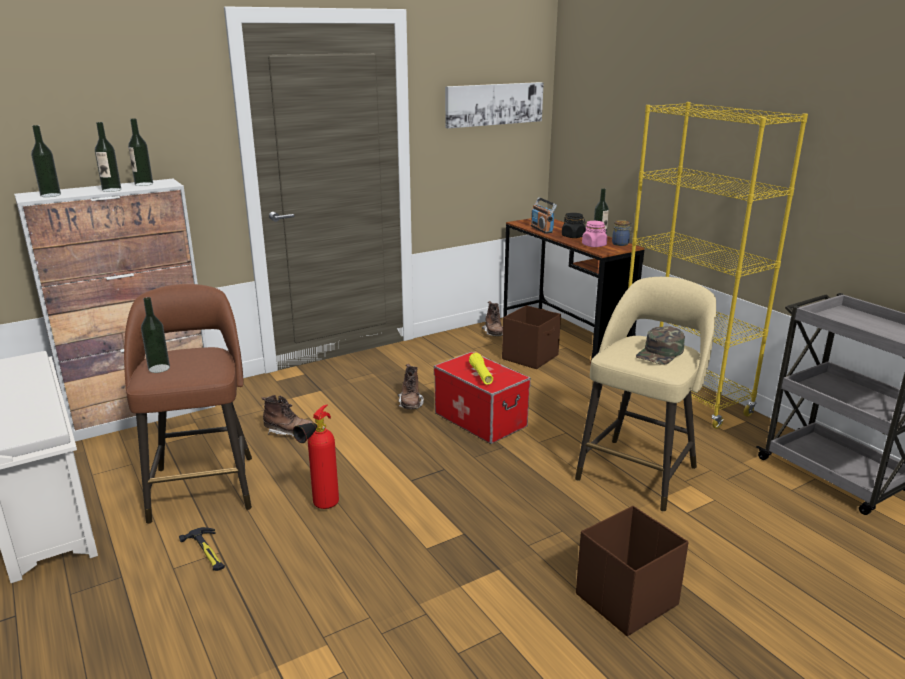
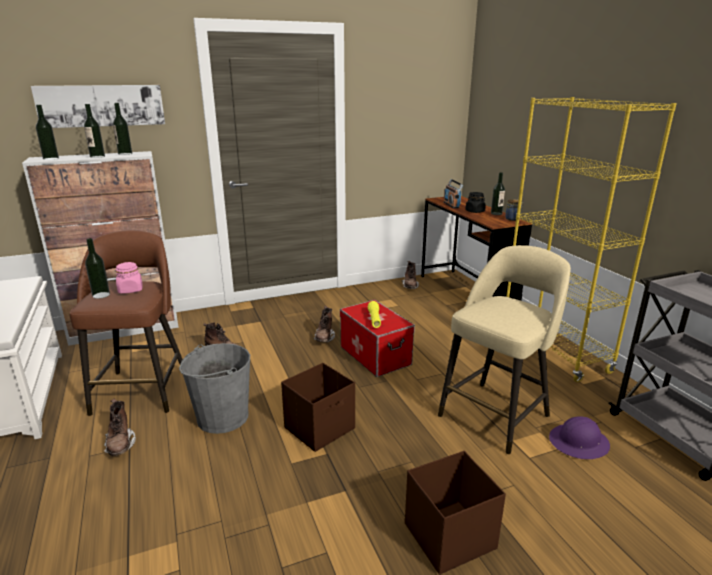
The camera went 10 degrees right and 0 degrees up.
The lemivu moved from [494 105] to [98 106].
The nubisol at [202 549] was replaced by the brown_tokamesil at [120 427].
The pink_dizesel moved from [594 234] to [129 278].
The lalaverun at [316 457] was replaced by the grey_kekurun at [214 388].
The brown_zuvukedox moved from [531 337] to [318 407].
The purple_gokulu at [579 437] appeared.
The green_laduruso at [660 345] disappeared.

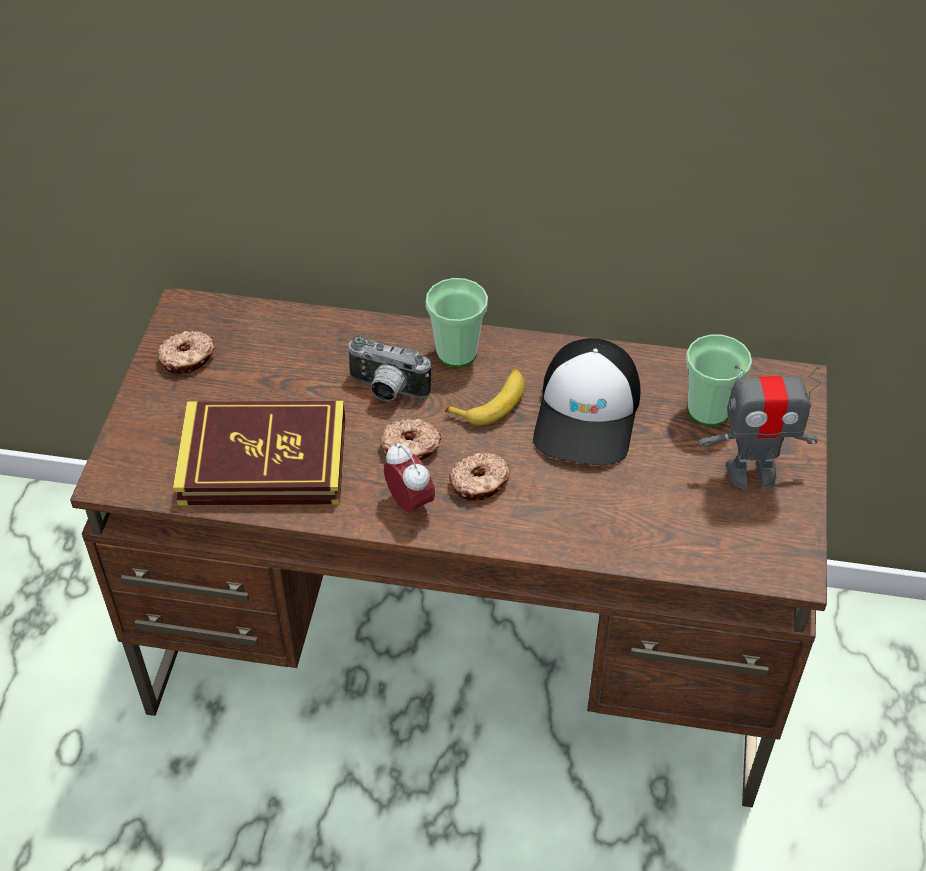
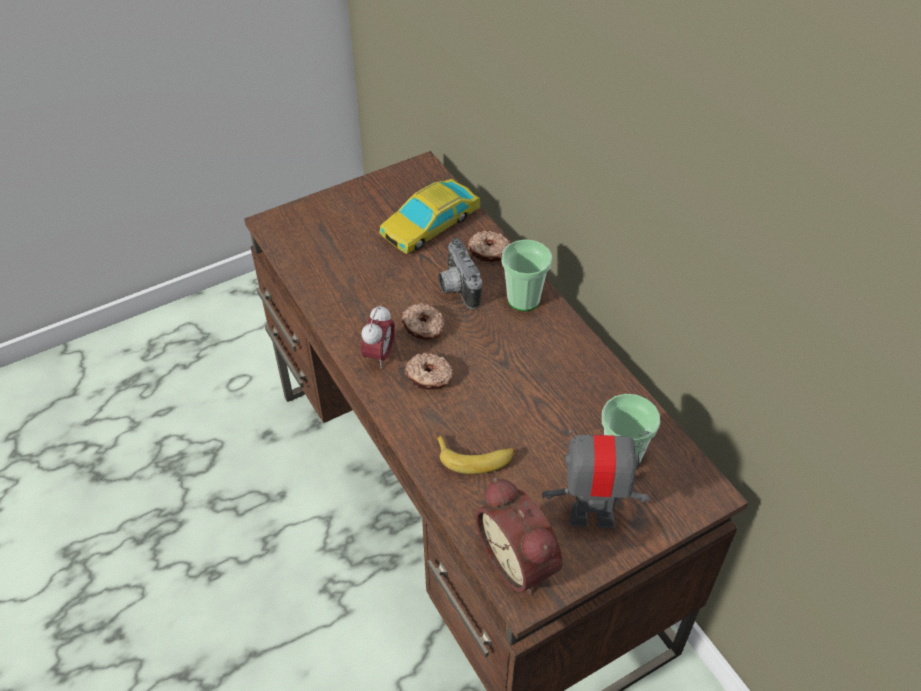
The camera went 50 degrees right and 0 degrees up.
The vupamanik at [430 216] appeared.
The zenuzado moved from [485 397] to [476 454].
The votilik moved from [186 352] to [489 246].
The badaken at [518 535] appeared.
The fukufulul at [760 427] turned 135 degrees clockwise.
The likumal at [259 453] disappeared.
The laduruso at [586 402] disappeared.

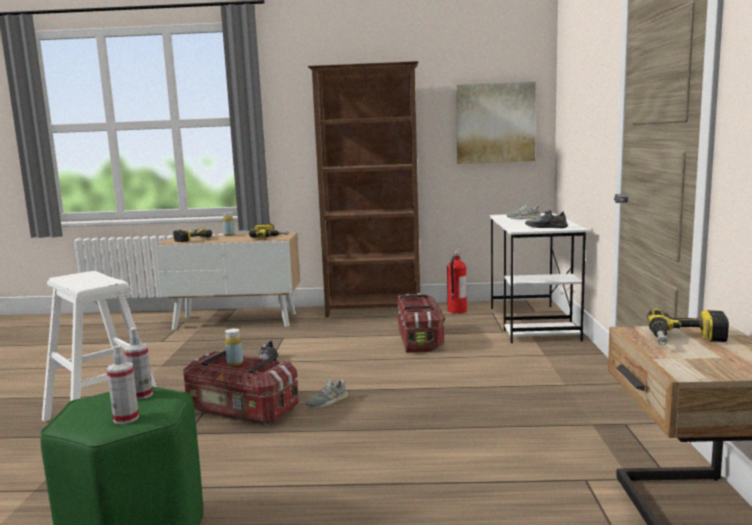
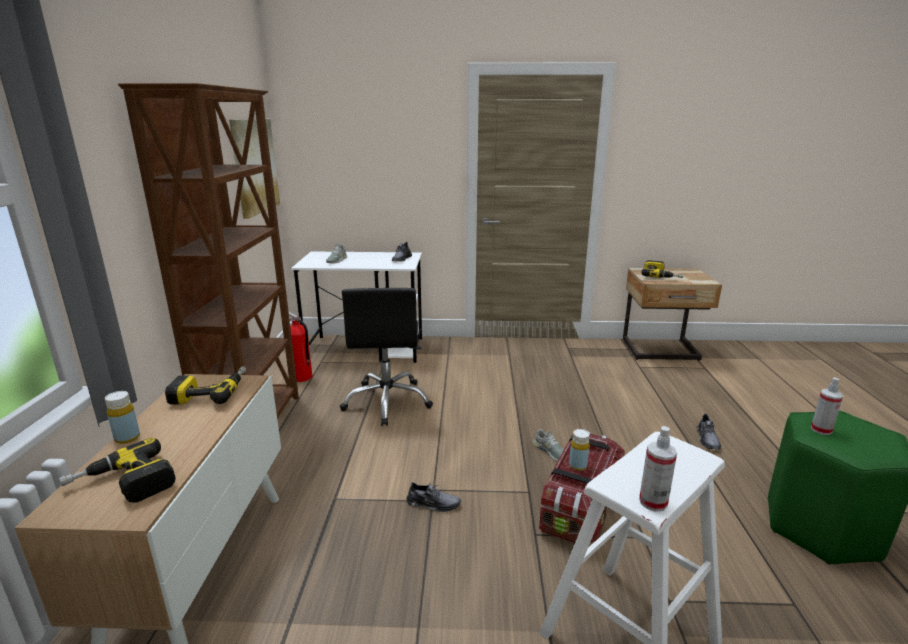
The camera went 90 degrees left and 10 degrees up.
The zuvukedox at [421 323] was replaced by the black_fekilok at [386 357].
The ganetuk moved from [123 384] to [658 469].
The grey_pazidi at [709 432] appeared.

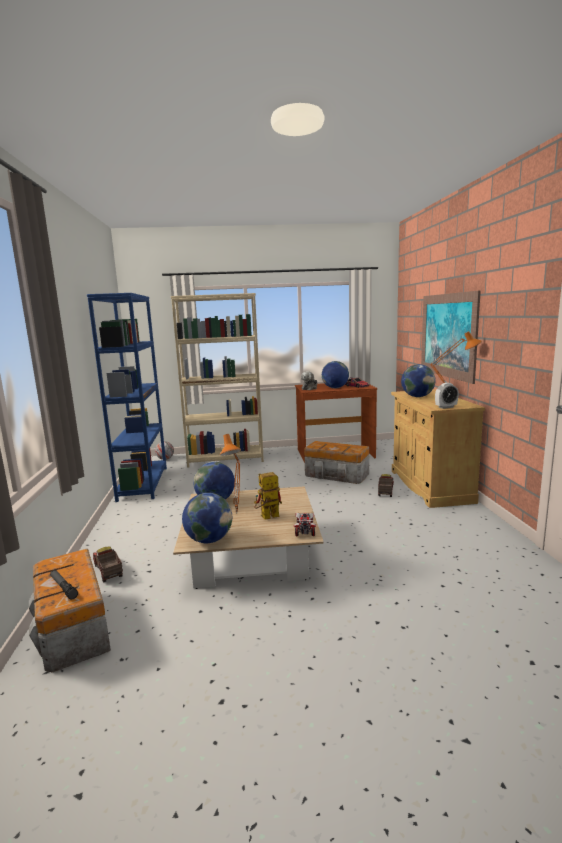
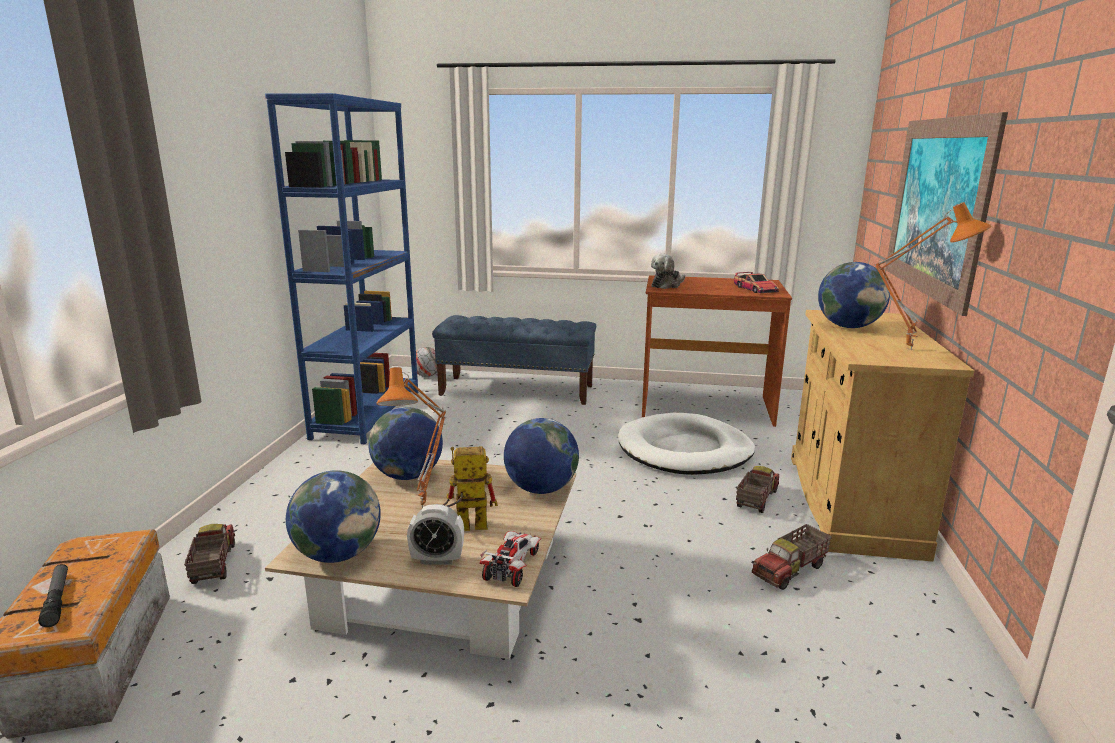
The camera went 15 degrees right and 5 degrees up.
The badaken moved from [447 396] to [435 534].
The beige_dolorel at [217 380] was replaced by the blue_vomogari at [514 360].
The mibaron moved from [335 374] to [541 456].
The zuvukedox at [336 462] was replaced by the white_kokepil at [686 444].
The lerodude at [792 557] appeared.

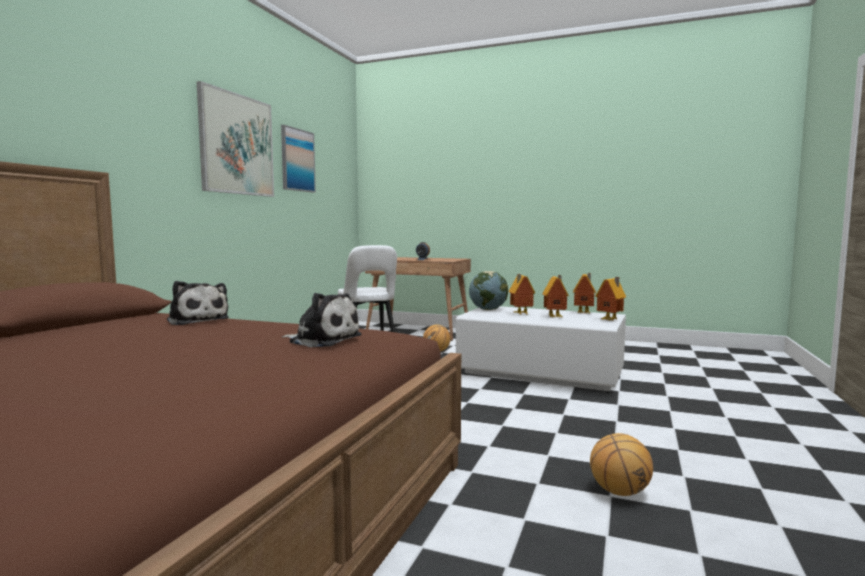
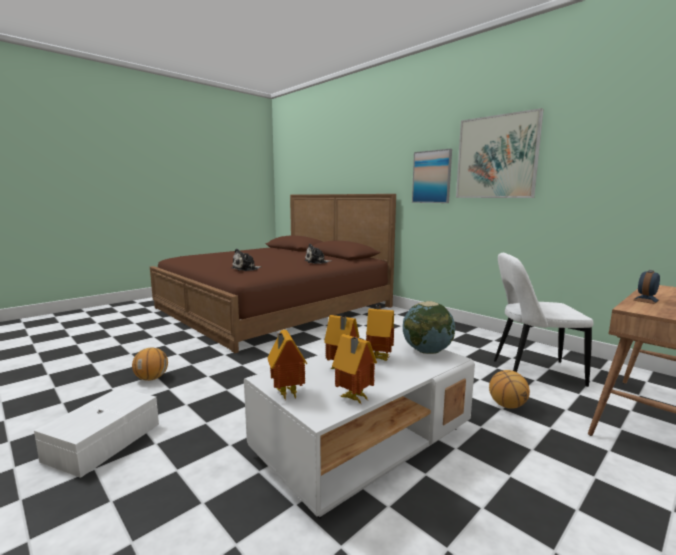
The camera went 115 degrees right and 5 degrees up.
The white_zuvukedox at [96 433] appeared.
The lemivu moved from [298 159] to [432 176].

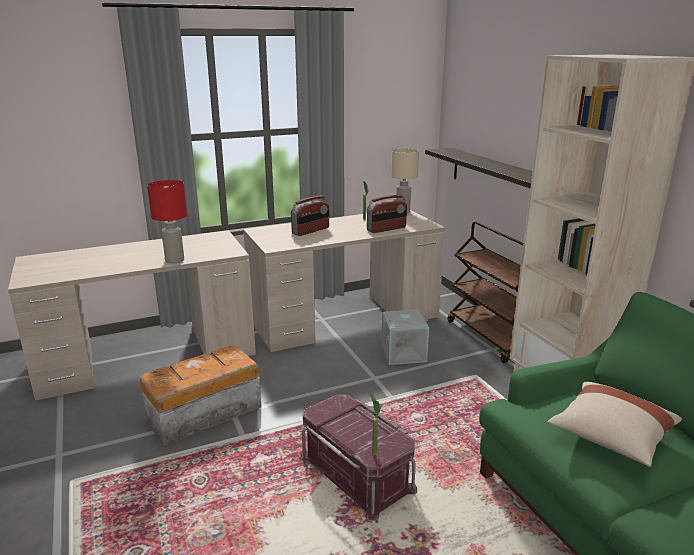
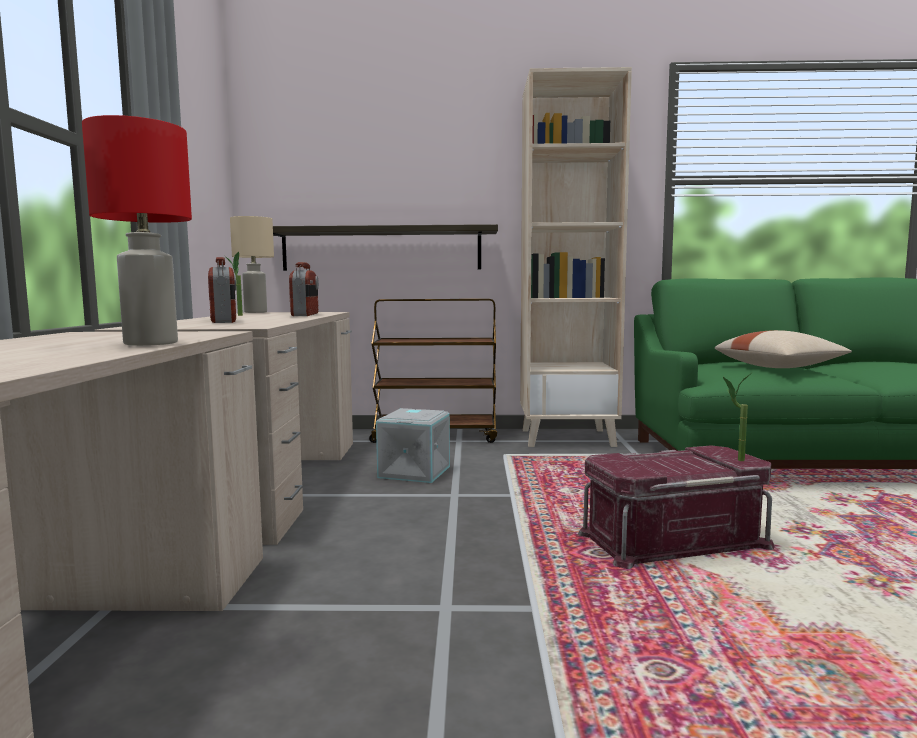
The camera went 65 degrees left and 15 degrees down.
The zuvukedox at [200 396] disappeared.

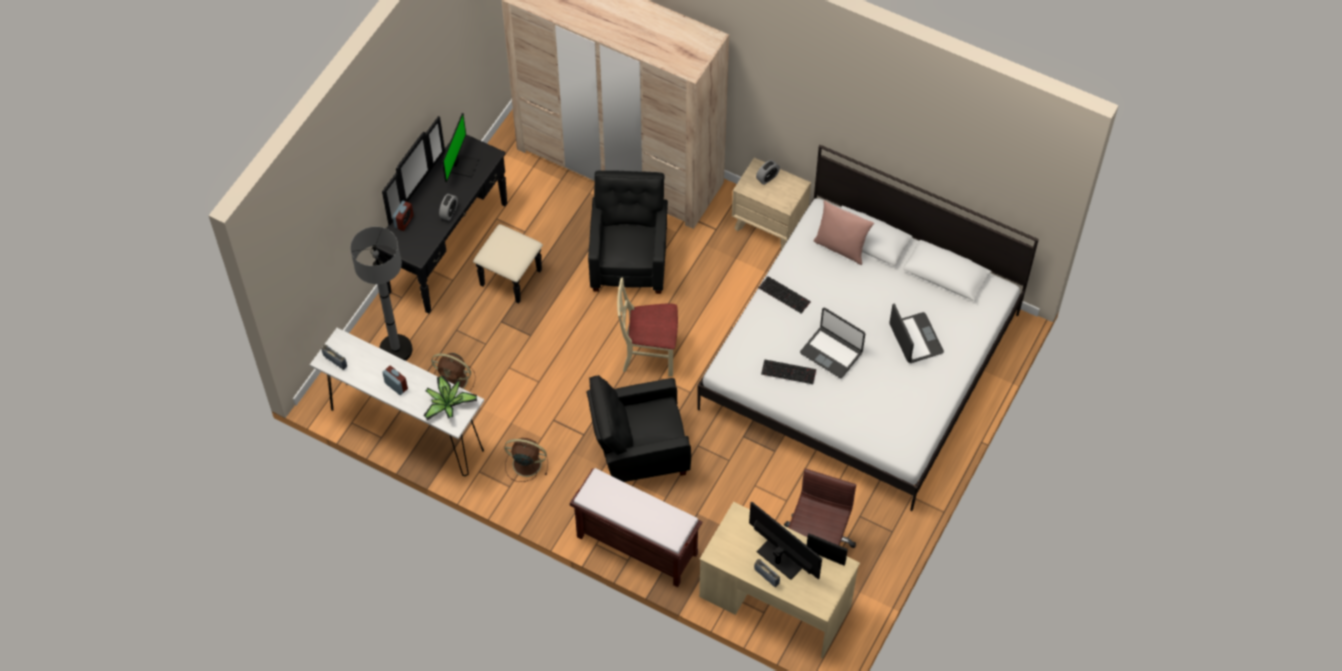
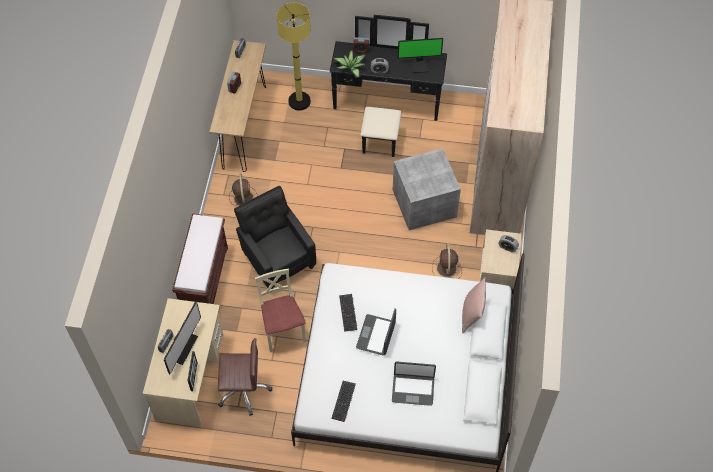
The camera went 70 degrees right and 0 degrees up.
The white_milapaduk at [397 402] became the brown_milapaduk at [237 106].
The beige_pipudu moved from [647 327] to [280 310].
The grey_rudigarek at [381 294] became the yellow_rudigarek at [294 57].
The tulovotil moved from [785 295] to [343 401].
The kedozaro moved from [450 398] to [349 64].
The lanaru at [916 333] turned 45 degrees clockwise.
The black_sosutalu at [628 232] was replaced by the grey_zuvukedox at [427 189].
The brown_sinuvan moved from [453 372] to [447 261].

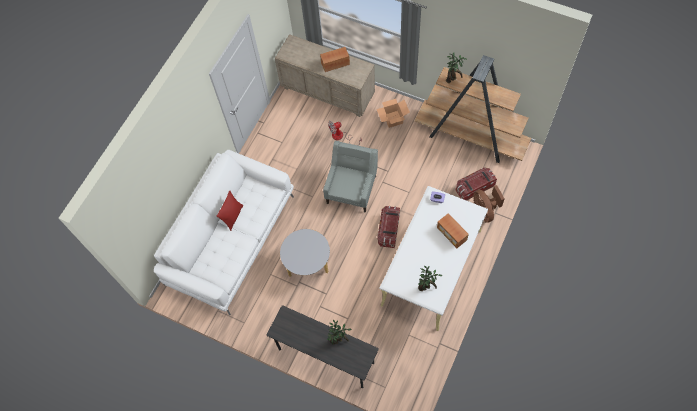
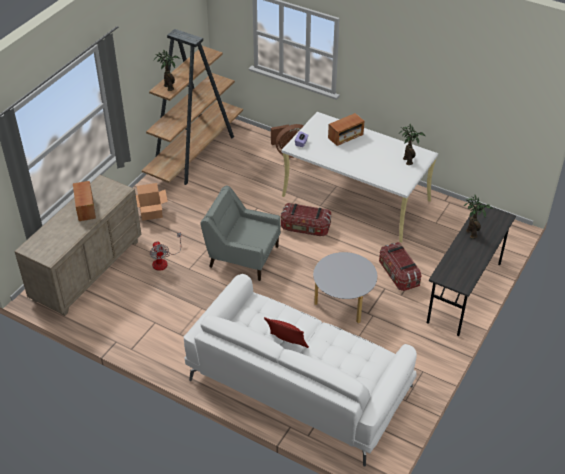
The camera went 90 degrees left and 20 degrees down.
The zuvukedox moved from [476 184] to [400 266].

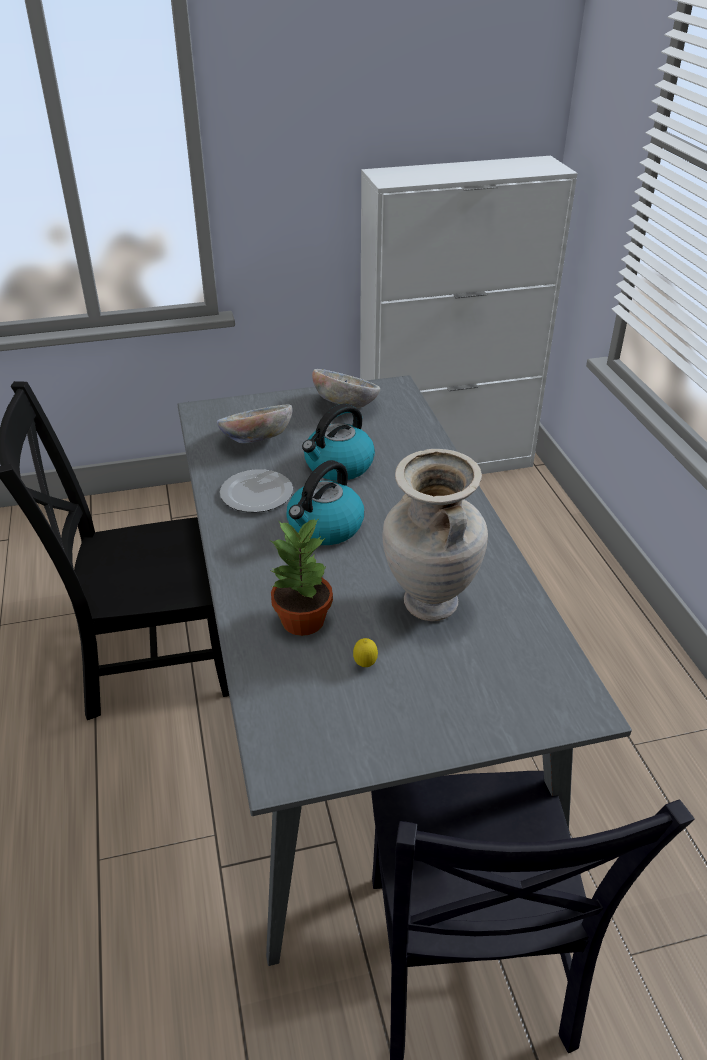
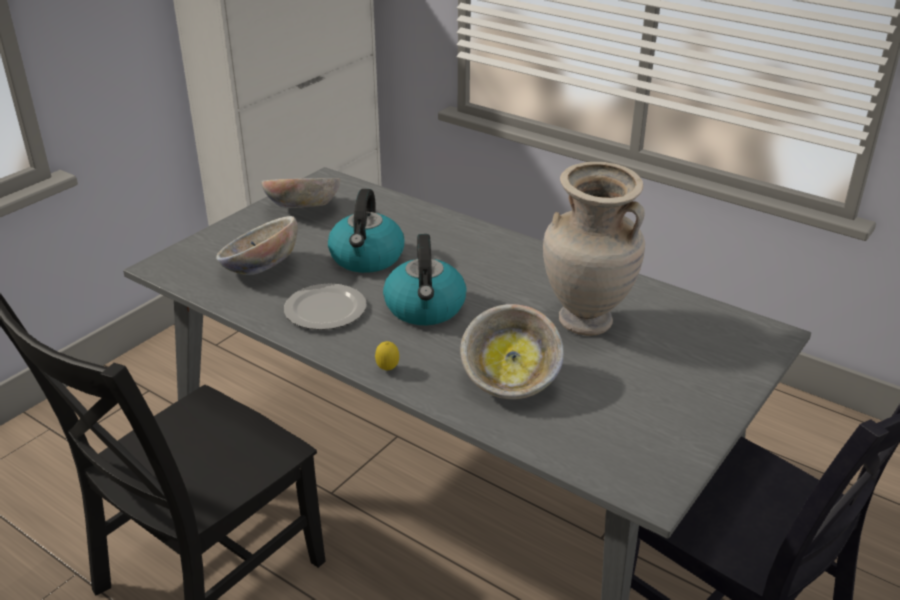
The camera went 40 degrees left and 5 degrees down.
The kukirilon moved from [365 652] to [387 356].
The kedozaro at [301 577] was replaced by the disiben at [512 351].

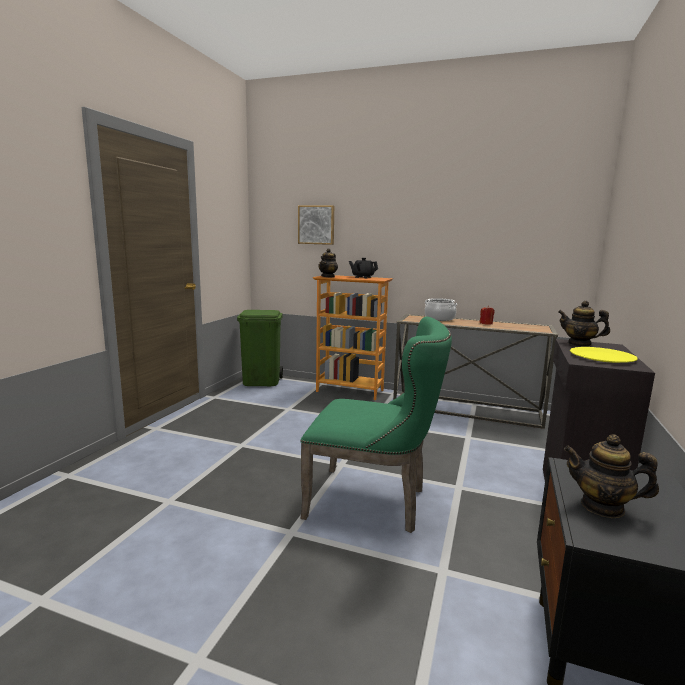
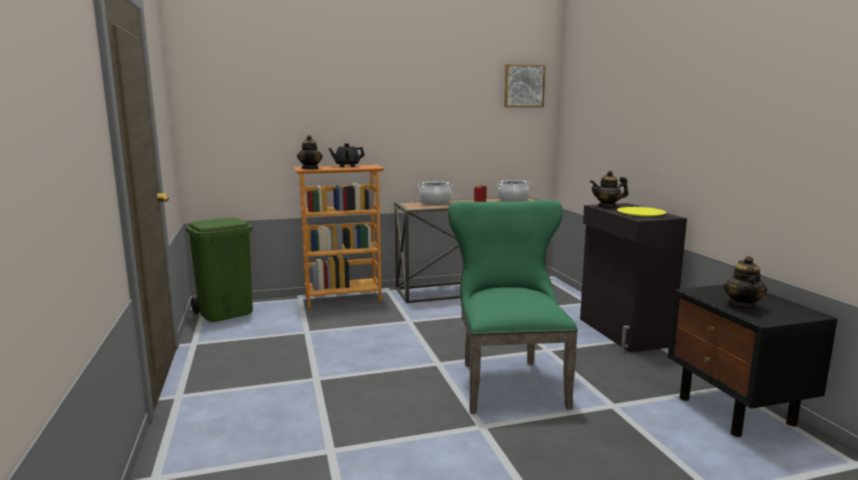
The camera went 35 degrees left and 0 degrees up.
The green_pipudu at [376 425] turned 75 degrees counterclockwise.
The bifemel at [514 191] appeared.
The lemivu moved from [316 225] to [525 85].
The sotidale at [611 476] turned 60 degrees counterclockwise.

